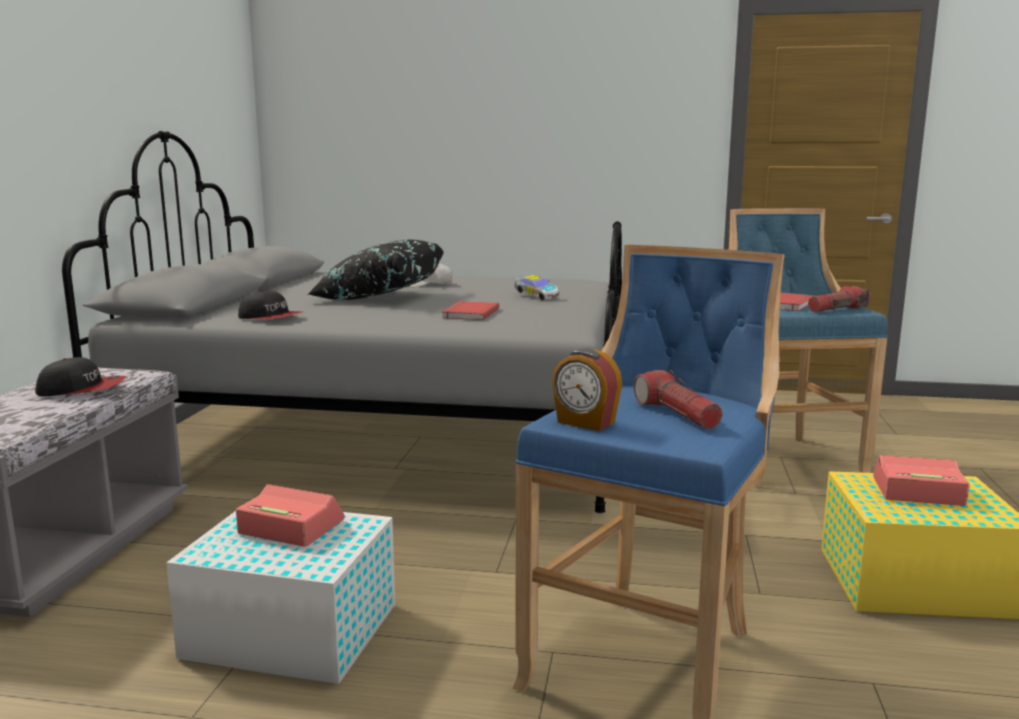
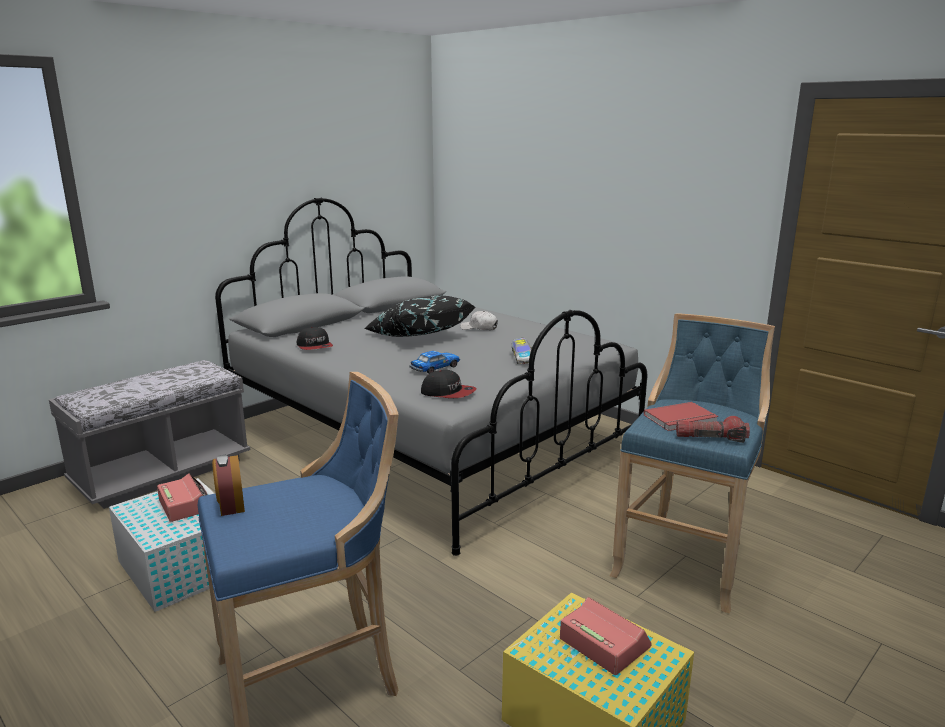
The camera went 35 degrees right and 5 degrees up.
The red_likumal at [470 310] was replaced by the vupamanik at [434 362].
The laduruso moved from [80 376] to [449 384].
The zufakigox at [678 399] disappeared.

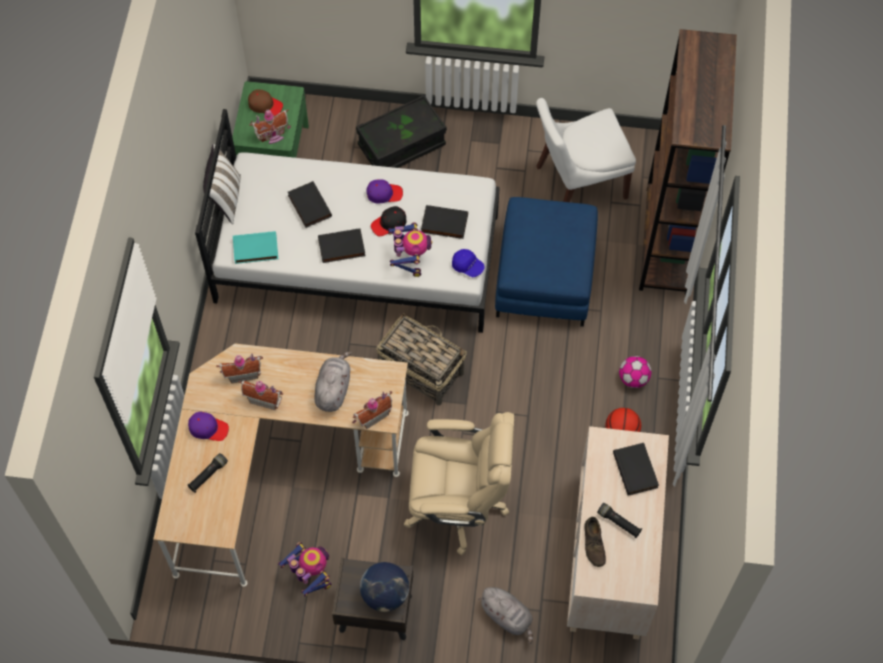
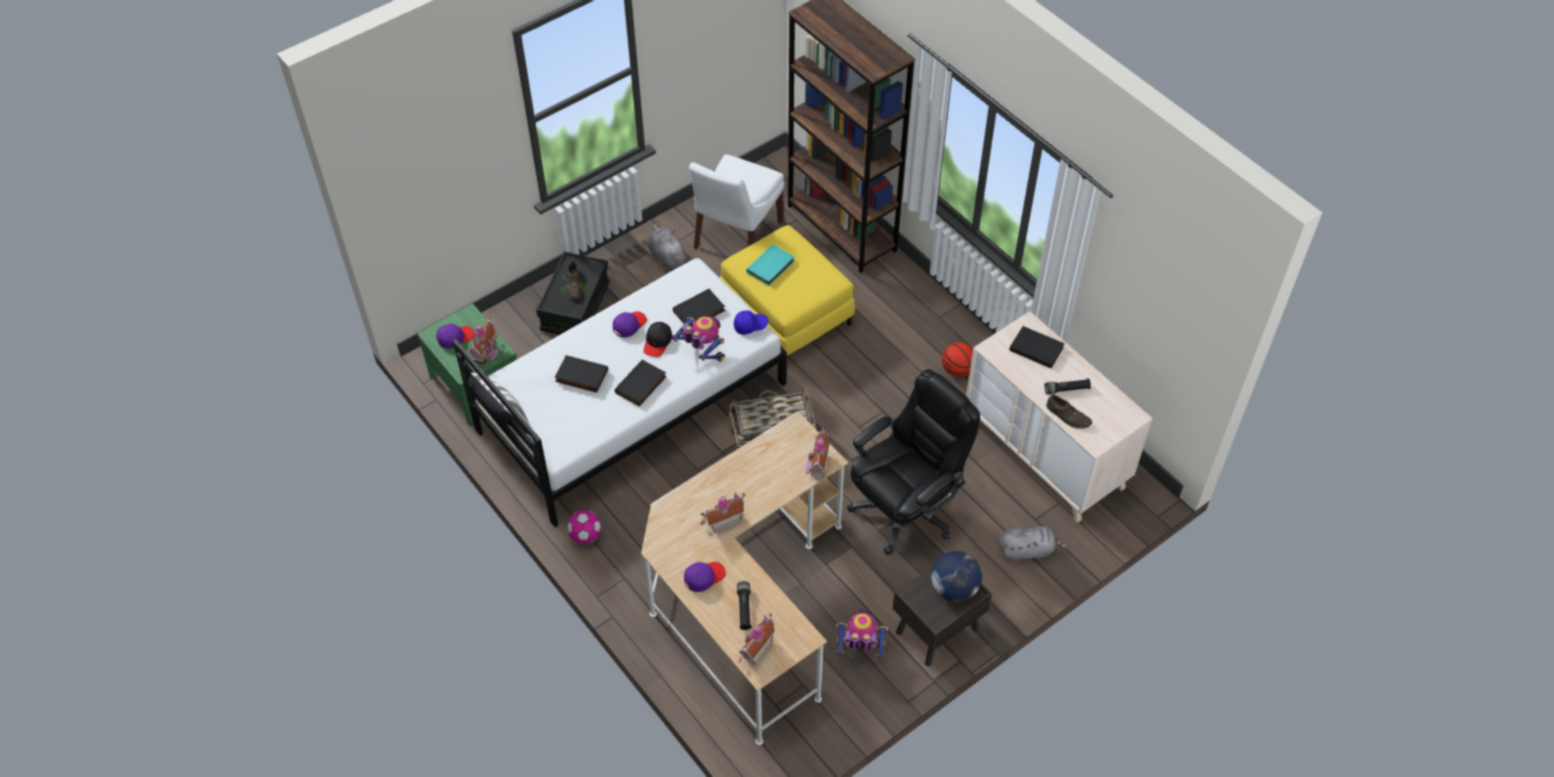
The camera went 45 degrees left and 10 degrees down.
The brown_laduruso at [265 102] became the purple_laduruso at [455 336].
The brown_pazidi at [573 280] appeared.
The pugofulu moved from [635 372] to [584 527].
The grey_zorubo moved from [333 381] to [667 246].
The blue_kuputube at [546 262] became the yellow_kuputube at [787 290].
The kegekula moved from [239 368] to [757 639].
The turquoise_likumal moved from [255 247] to [770 265].
The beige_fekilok at [459 483] became the black_fekilok at [913 462].

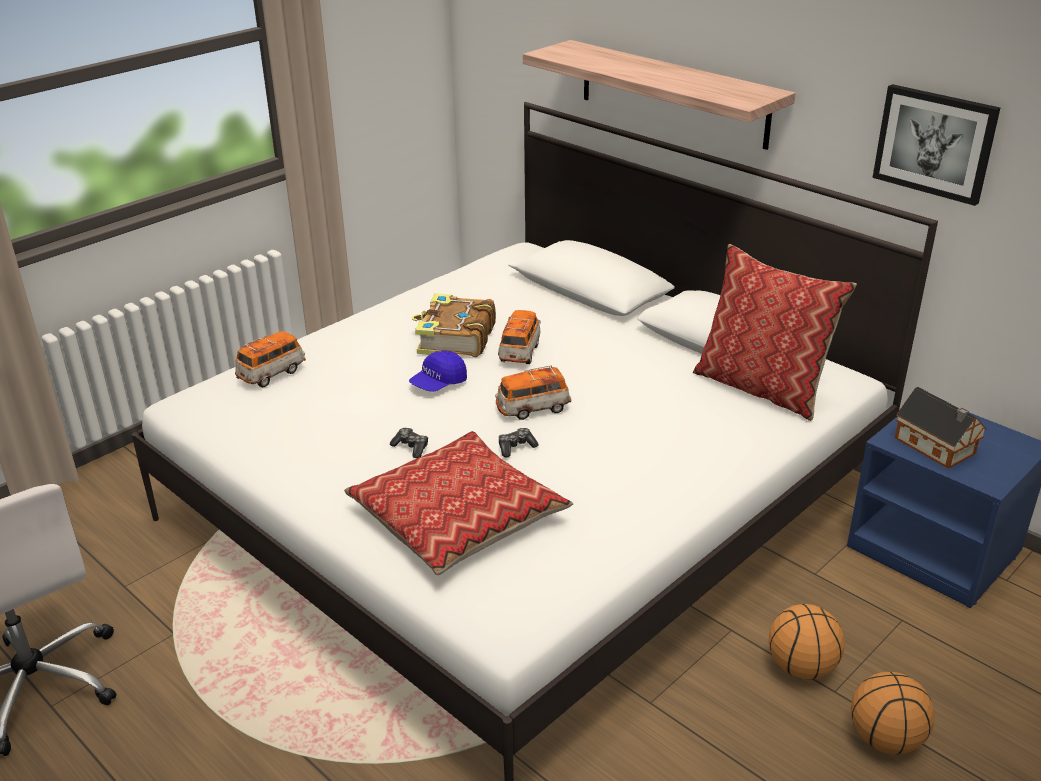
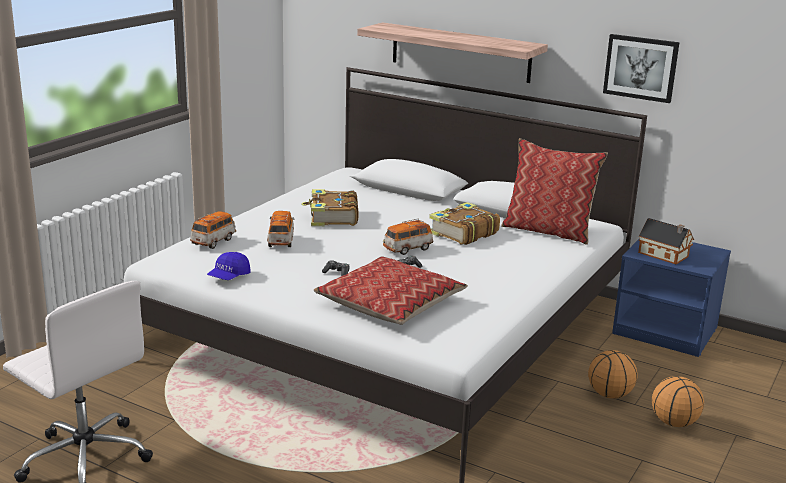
The camera went 15 degrees left and 10 degrees down.
The blue_laduruso moved from [438 371] to [229 266].
The vupamanik moved from [519 337] to [281 229].
The likumal at [464 223] appeared.

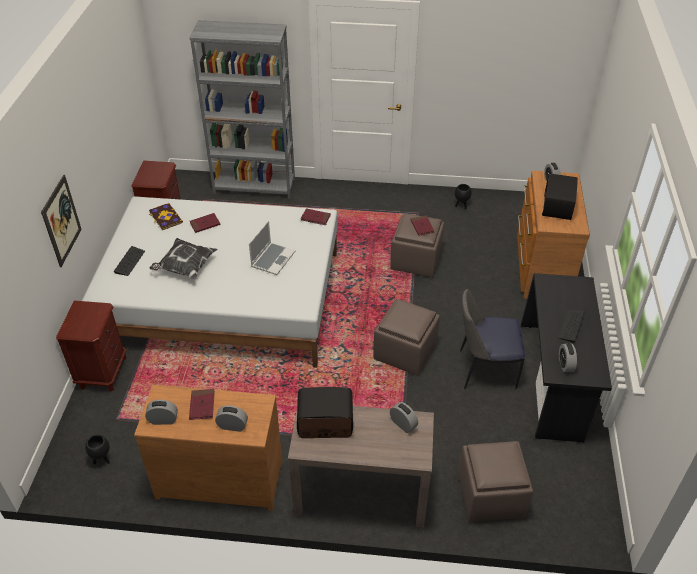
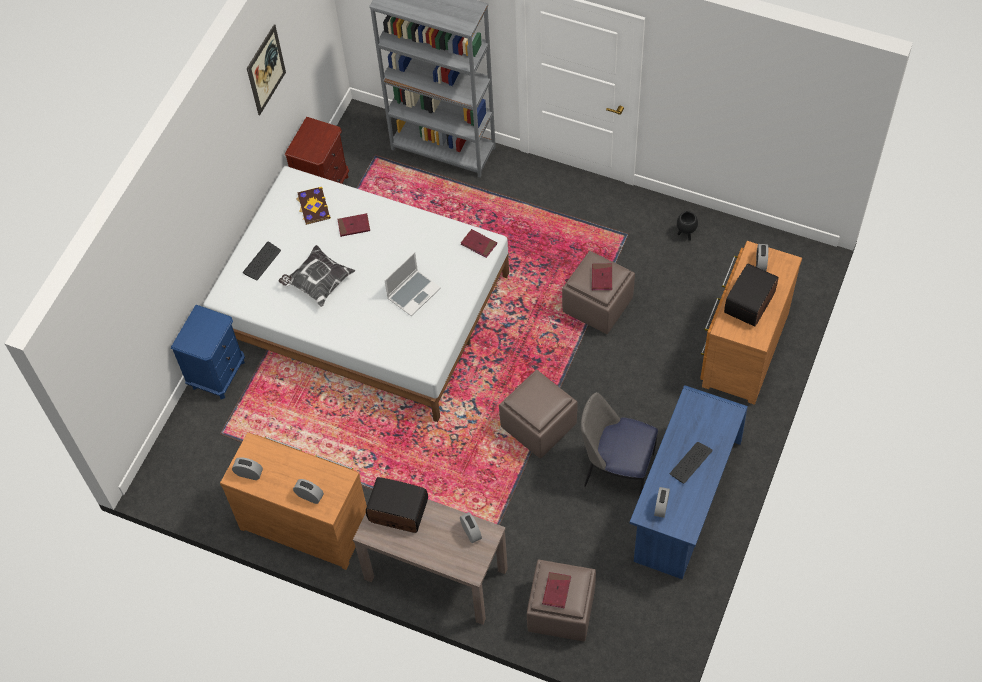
The camera went 20 degrees right and 15 degrees up.
The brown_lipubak at [91 346] became the blue_lipubak at [208 352].
The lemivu moved from [61 221] to [266 70].
The red_likumal moved from [202 404] to [556 590].
The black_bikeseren at [566 358] became the blue_bikeseren at [689 482].
The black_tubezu at [97 450] disappeared.

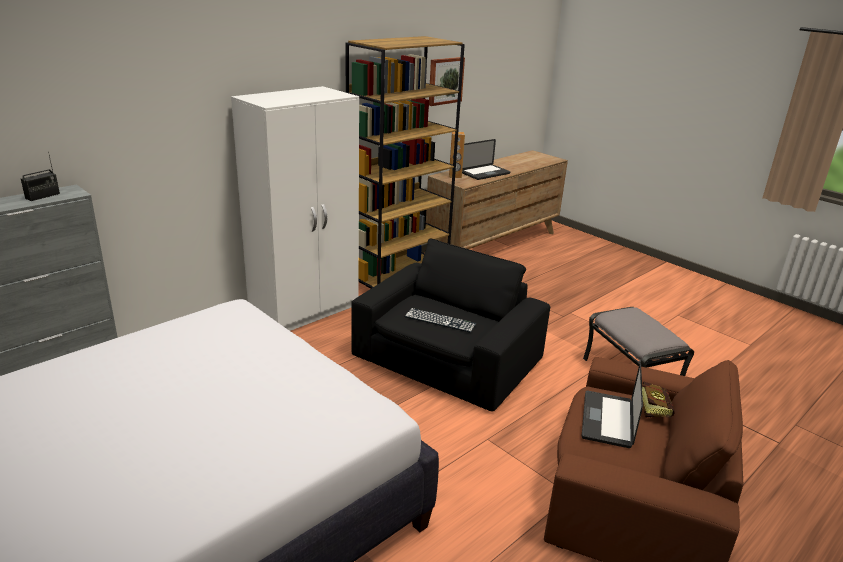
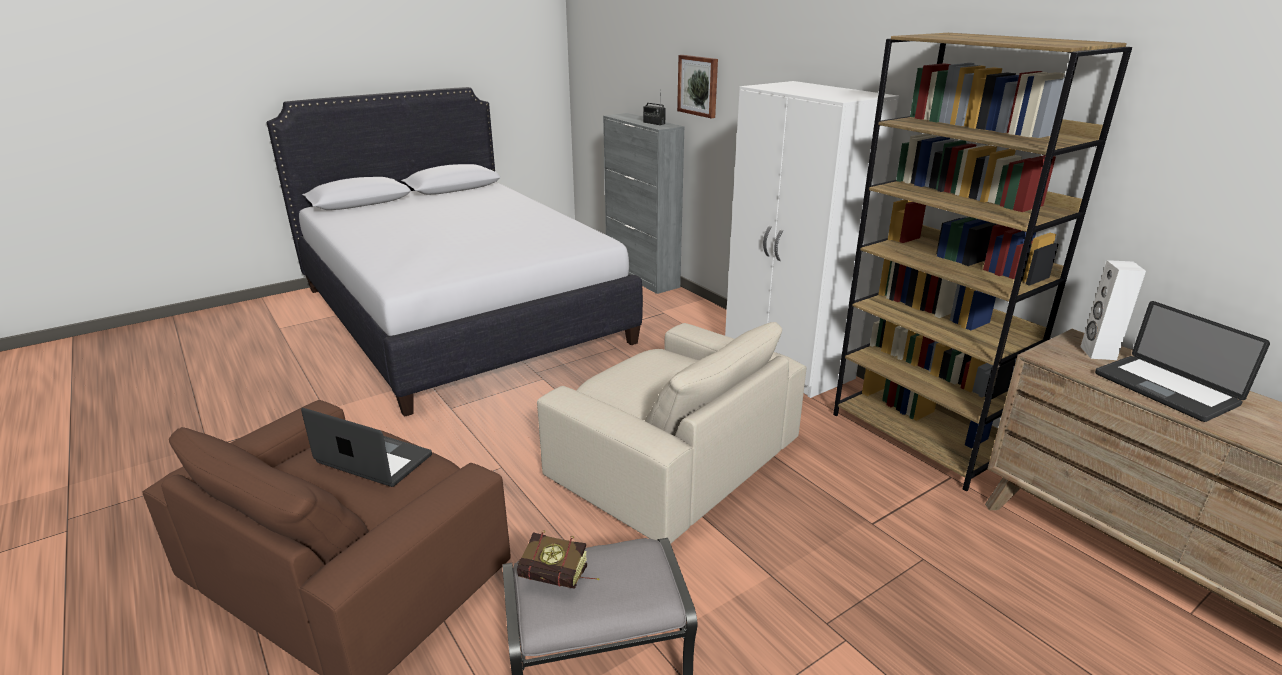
The camera went 100 degrees right and 0 degrees up.
The likumal moved from [658 399] to [558 559].
The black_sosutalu at [450 325] became the beige_sosutalu at [671 433].
The lemivu moved from [447 81] to [697 86].
The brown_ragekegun at [457 155] became the white_ragekegun at [1113 310].
The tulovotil at [440 320] disappeared.

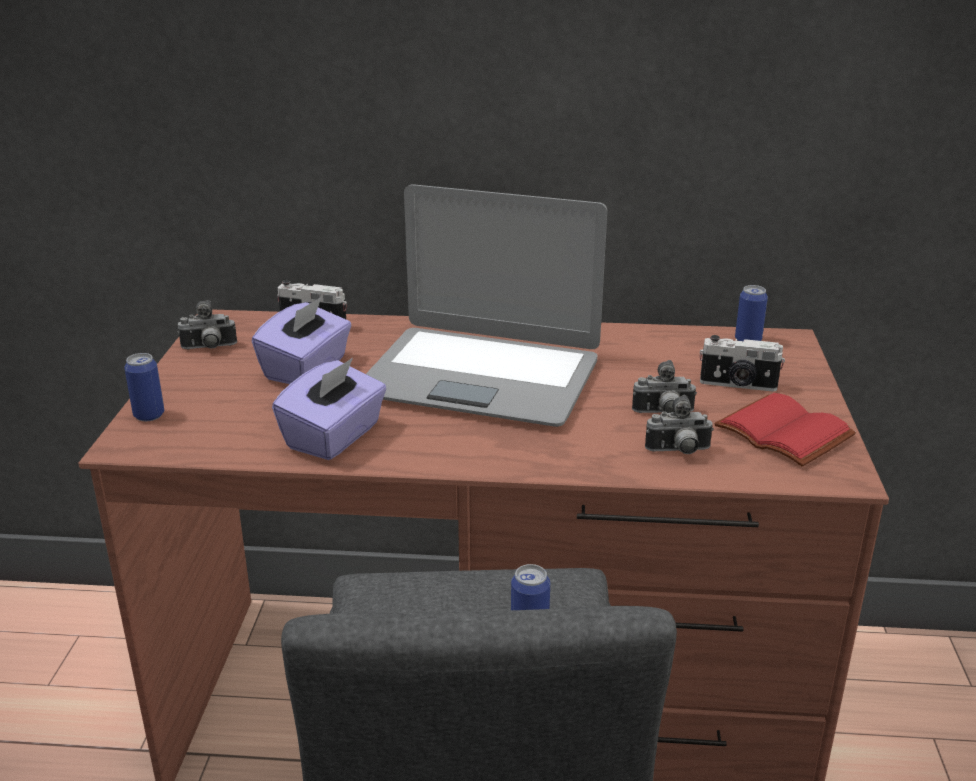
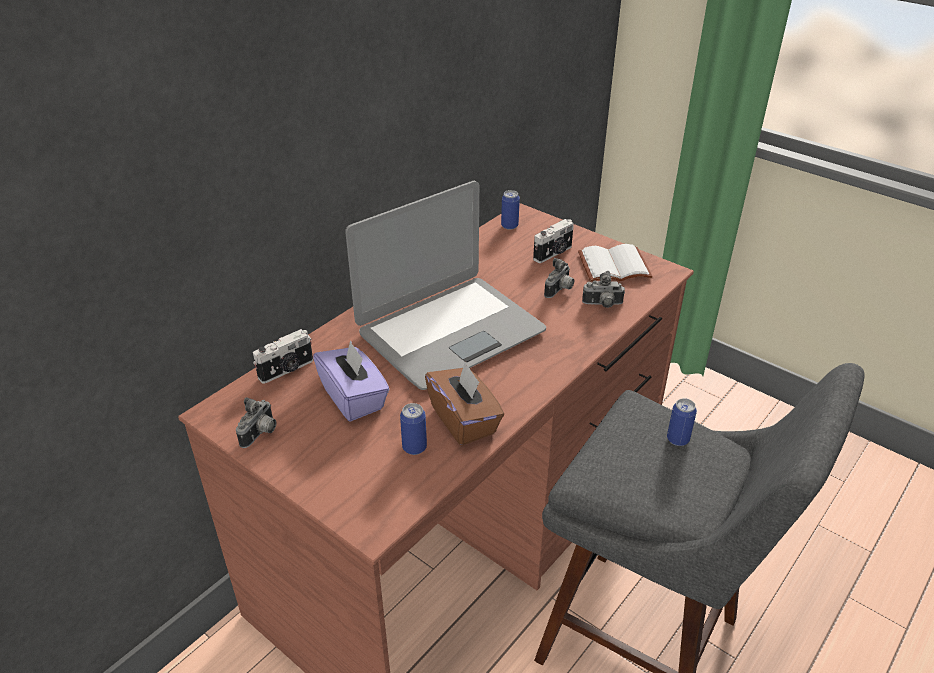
The camera went 55 degrees left and 10 degrees up.
The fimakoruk moved from [144 387] to [413 429].
The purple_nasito at [329 409] became the brown_nasito at [464 403].
The red_likumal at [785 430] became the white_likumal at [615 263].
The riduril at [679 424] turned 60 degrees clockwise.

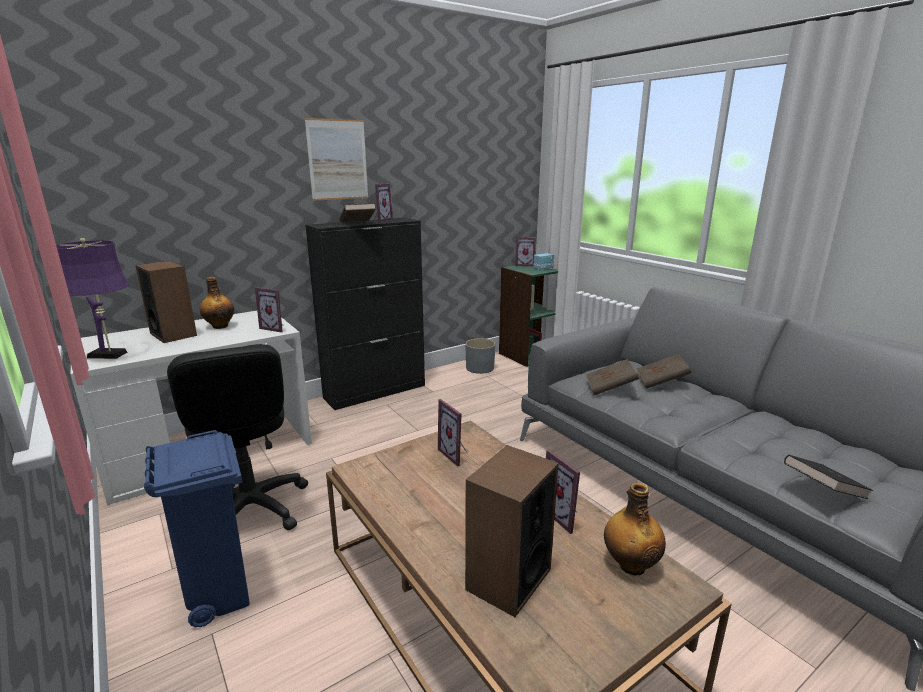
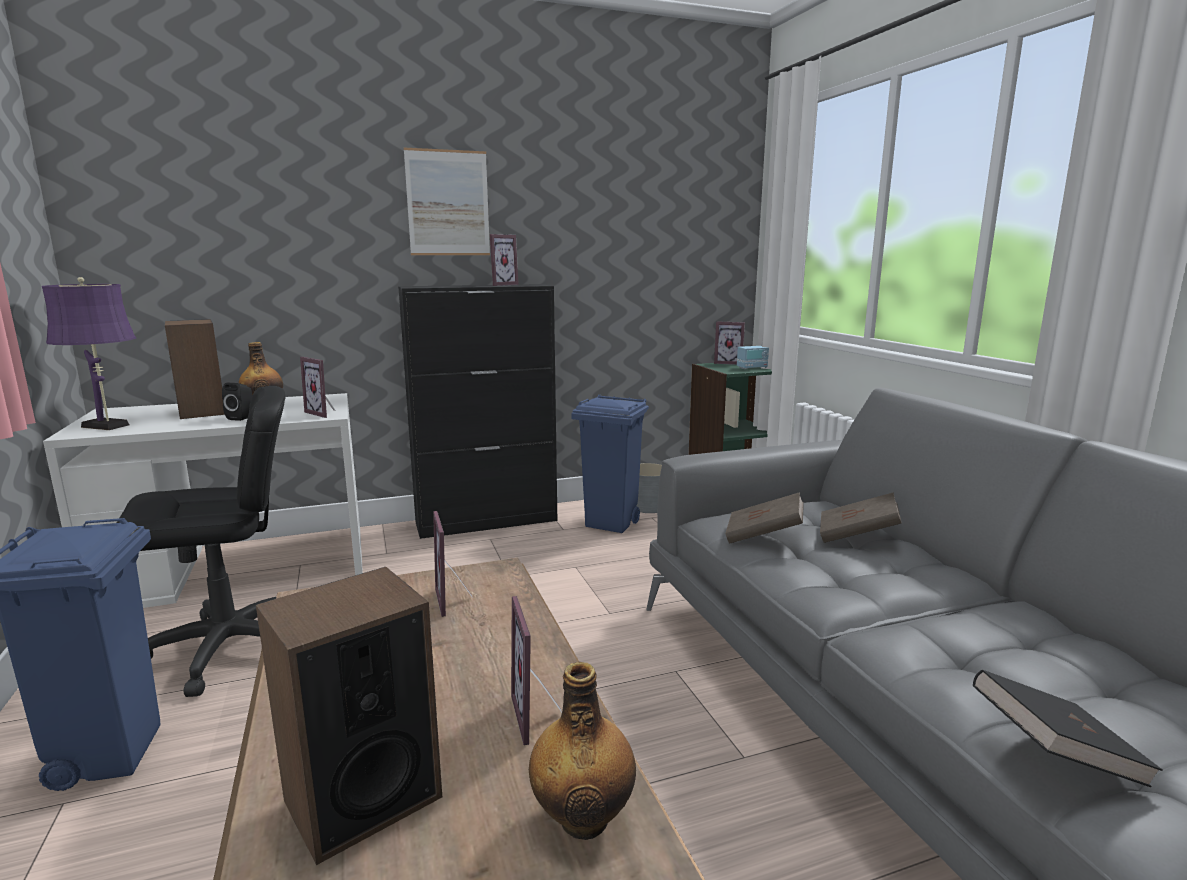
The camera went 15 degrees right and 5 degrees down.
The black_fekilok at [237 437] turned 105 degrees counterclockwise.
The black_ragekegun at [237 402] appeared.
The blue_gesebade at [610 464] appeared.
The brown_likumal at [357 212] disappeared.

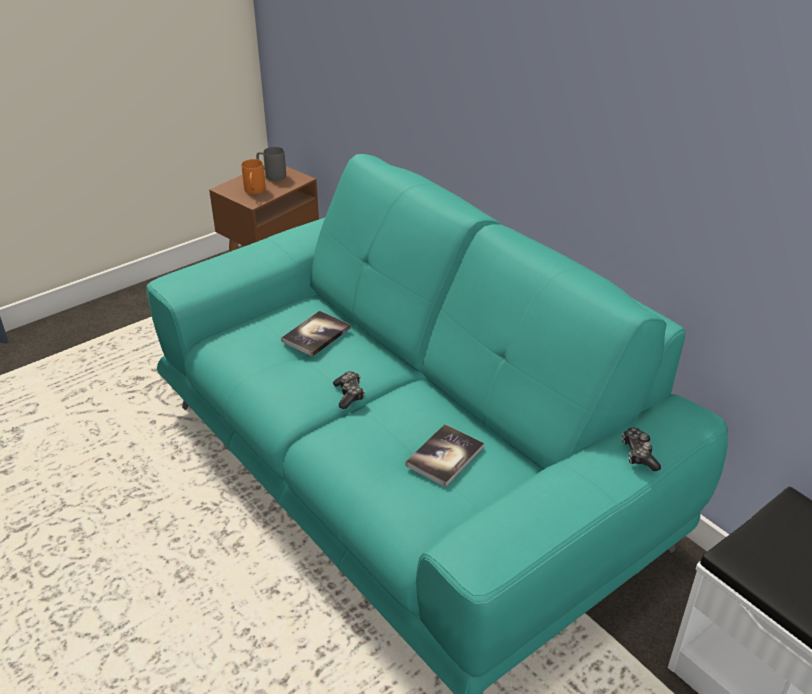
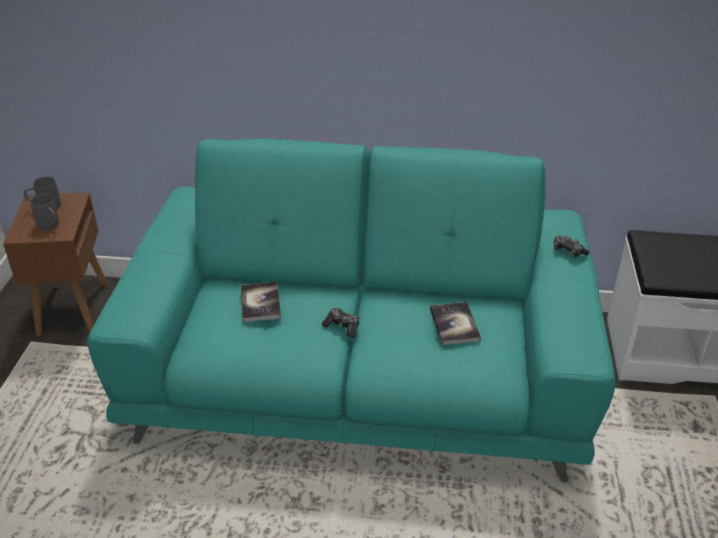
The camera went 45 degrees left and 0 degrees up.
The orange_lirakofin at [253 176] became the grey_lirakofin at [44 212].

